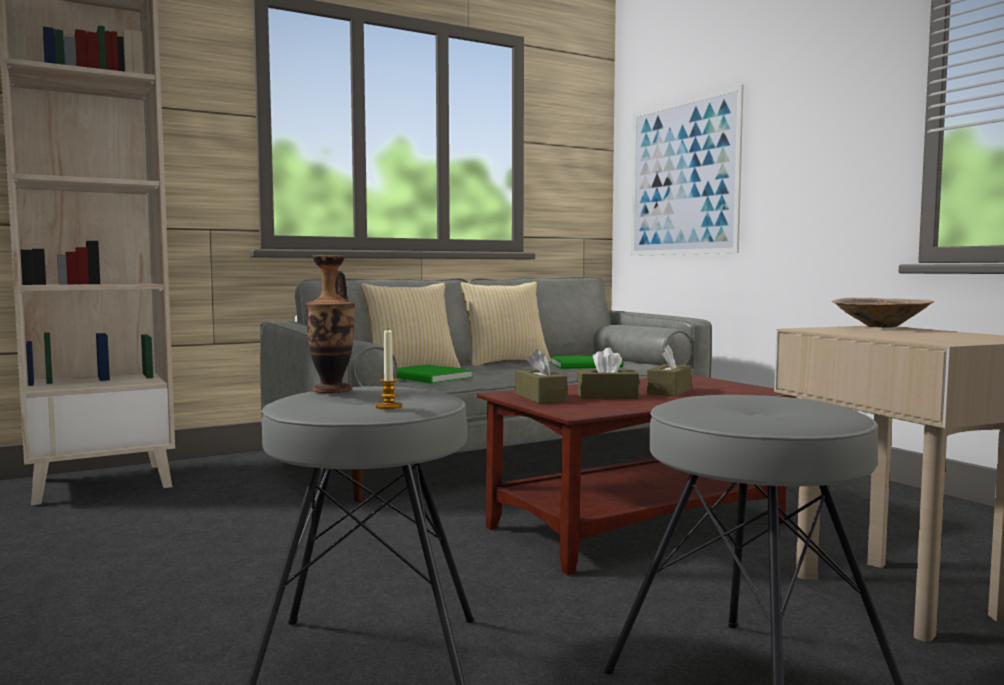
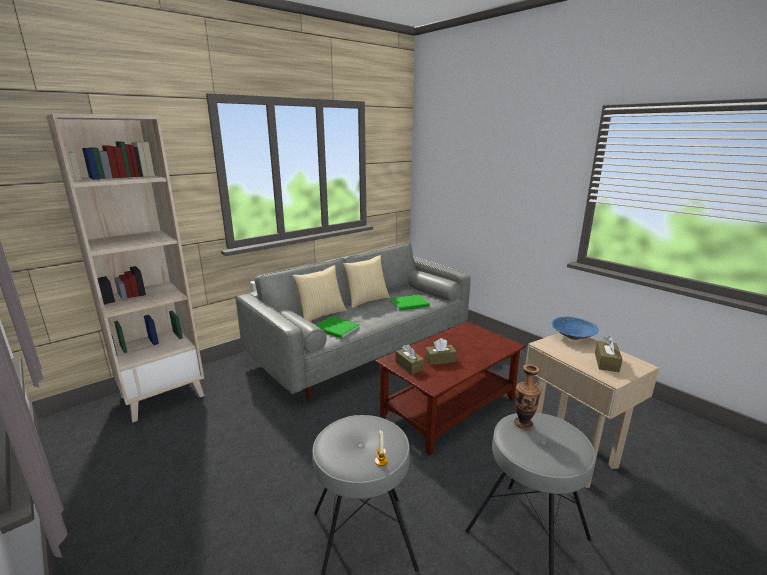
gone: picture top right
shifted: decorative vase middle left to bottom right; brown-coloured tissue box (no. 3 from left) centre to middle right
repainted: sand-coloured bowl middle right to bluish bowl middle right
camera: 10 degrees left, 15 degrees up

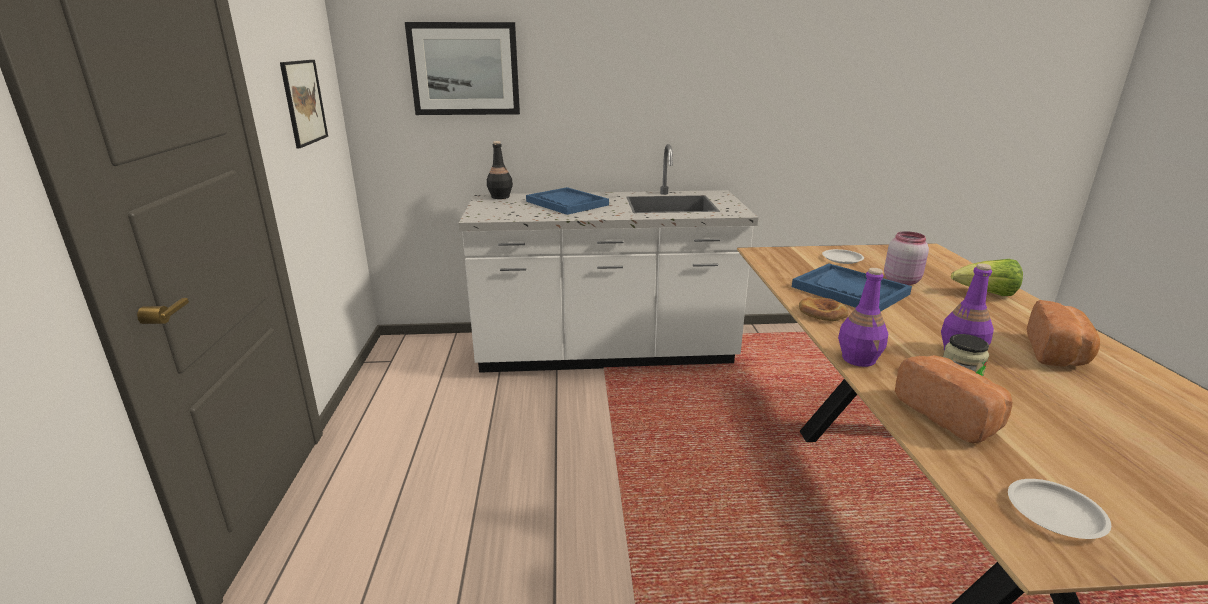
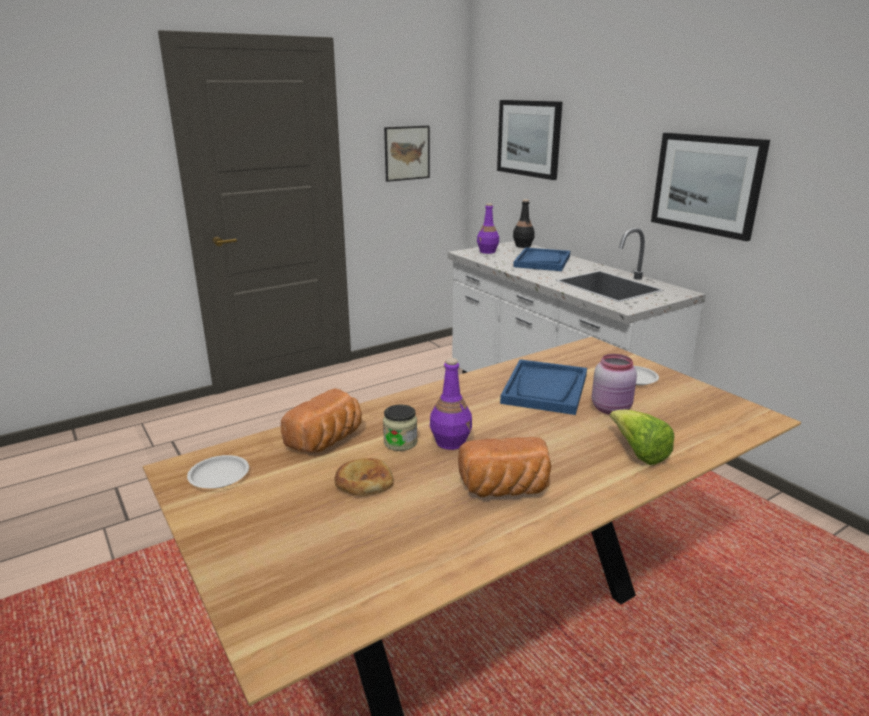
new: picture (no. 3 from left) top right
shifted: bread (no. 1 from left in the first image) middle right to bread (no. 2 from left) centre; purple-coloured bottle (no. 1 from left in the first image) middle right to purple-coloured bottle (no. 2 from left) top centre
camera: 60 degrees right, 0 degrees up

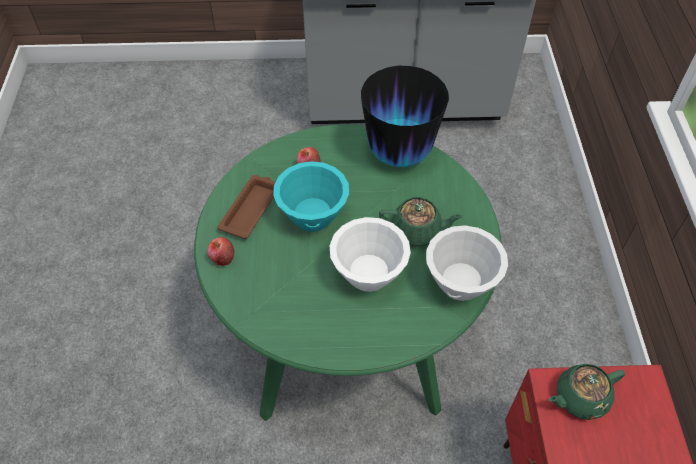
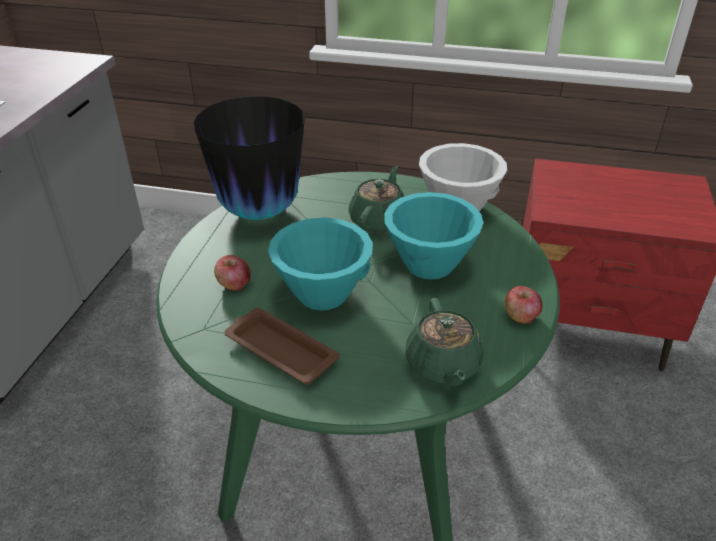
shifted: apple fruit (no. 1 from left in the first image) middle left to apple fruit (no. 2 from left) middle right; greenish teapot (no. 2 from left) bottom right to centre
repainted: white bowl (no. 1 from left) centre to turquoise bowl (no. 2 from left) centre
camera: 75 degrees left, 15 degrees down

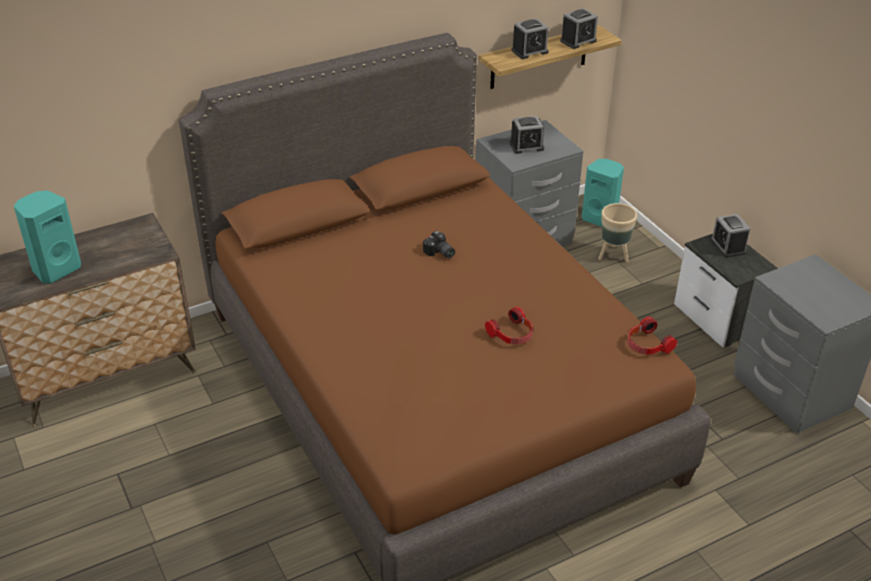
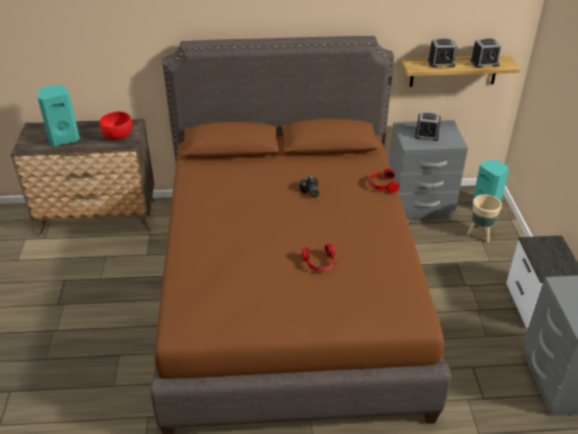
gone: alarm clock (no. 4 from left) middle right
new: red bowl top left
shifted: pair of headphones (no. 2 from left) middle right to centre
camera: 25 degrees right, 0 degrees up

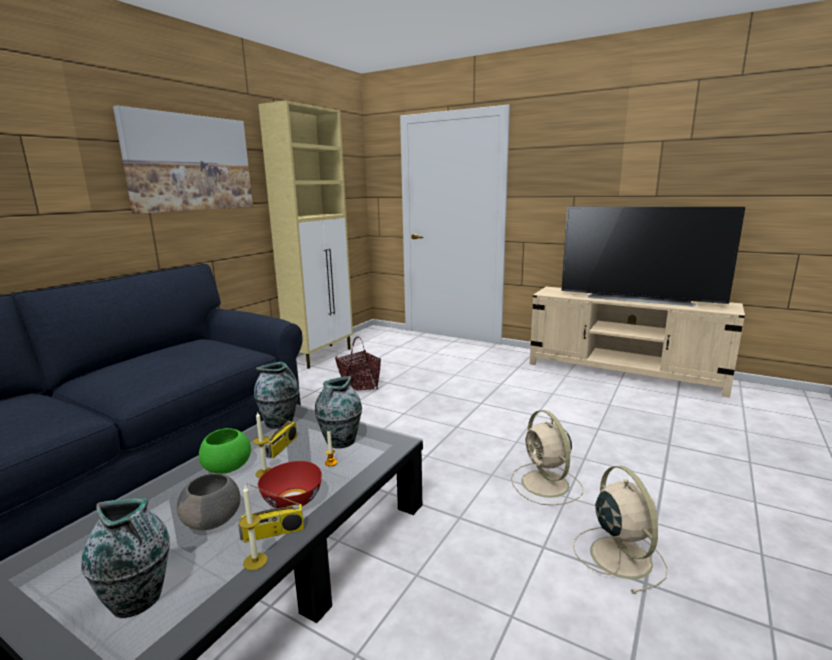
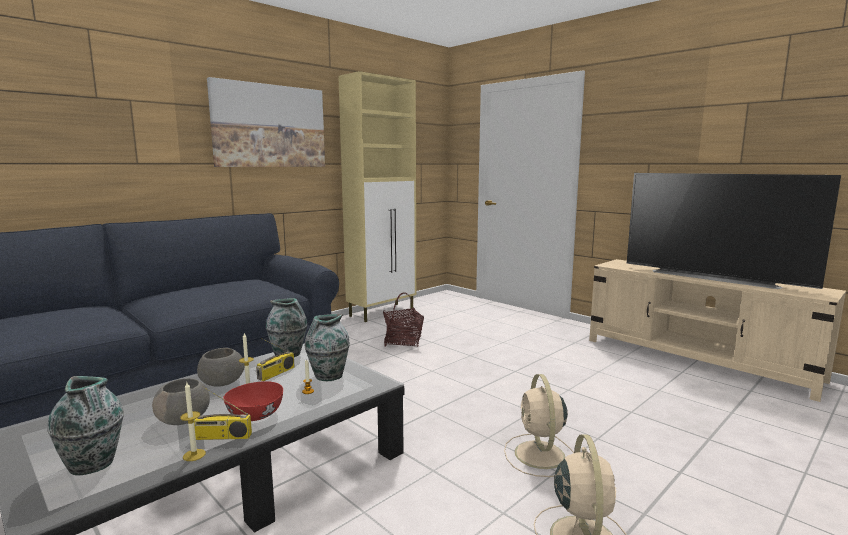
repainted: greenish bowl bottom left to gray bowl (no. 2 from left) bottom left
camera: 15 degrees right, 5 degrees down

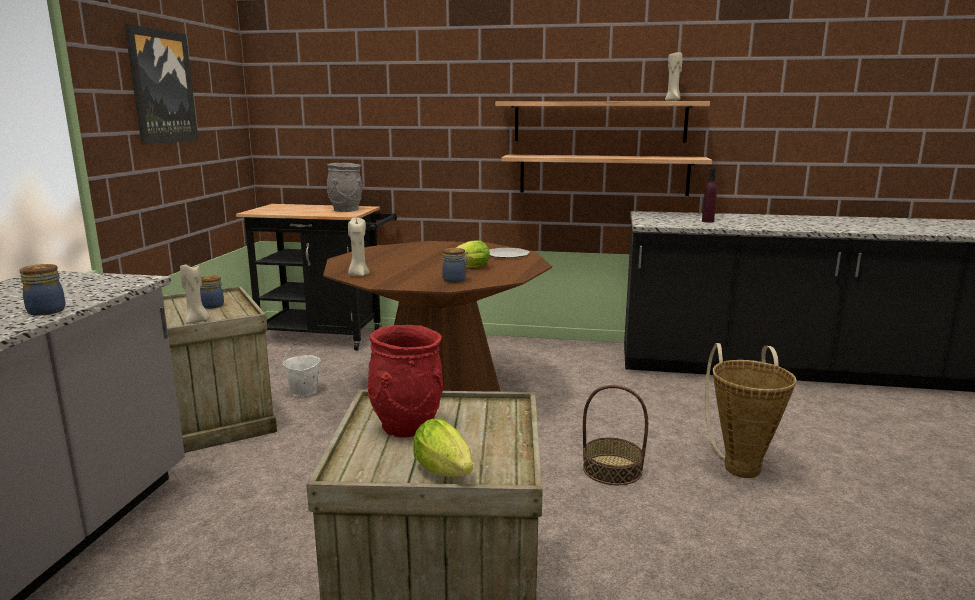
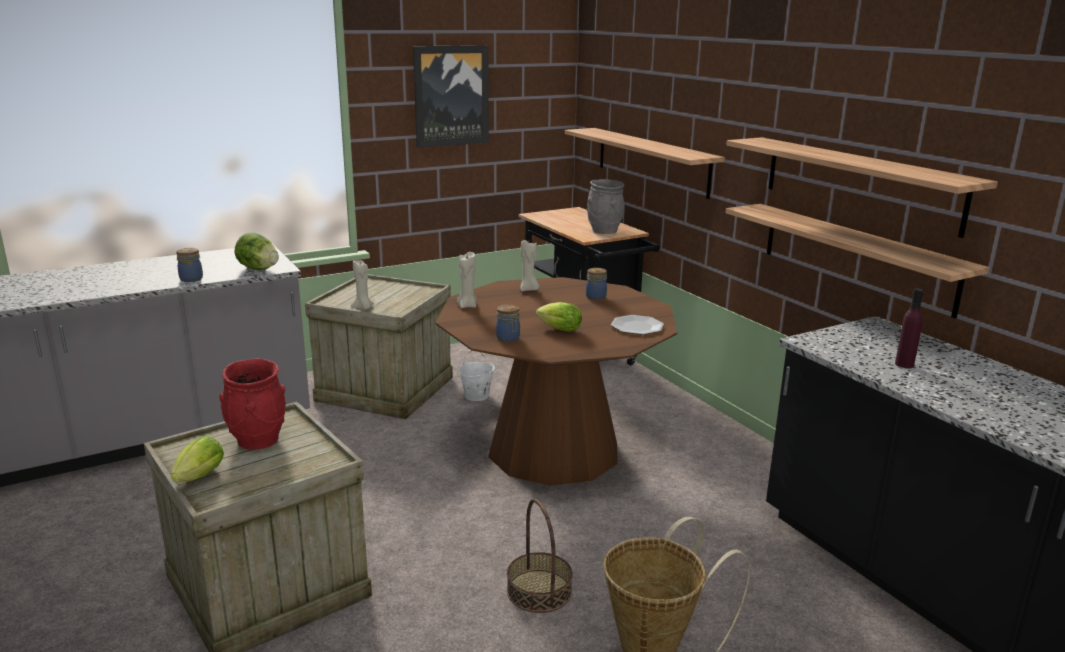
new: lettuce head (no. 2 from left) middle left; bracket shelf (no. 1 from left) top centre
shifted: jar (no. 2 from left in the first image) middle left to jar (no. 3 from left) centre; sand-coloured wax light (no. 3 from left) top right to centre
camera: 50 degrees right, 5 degrees up

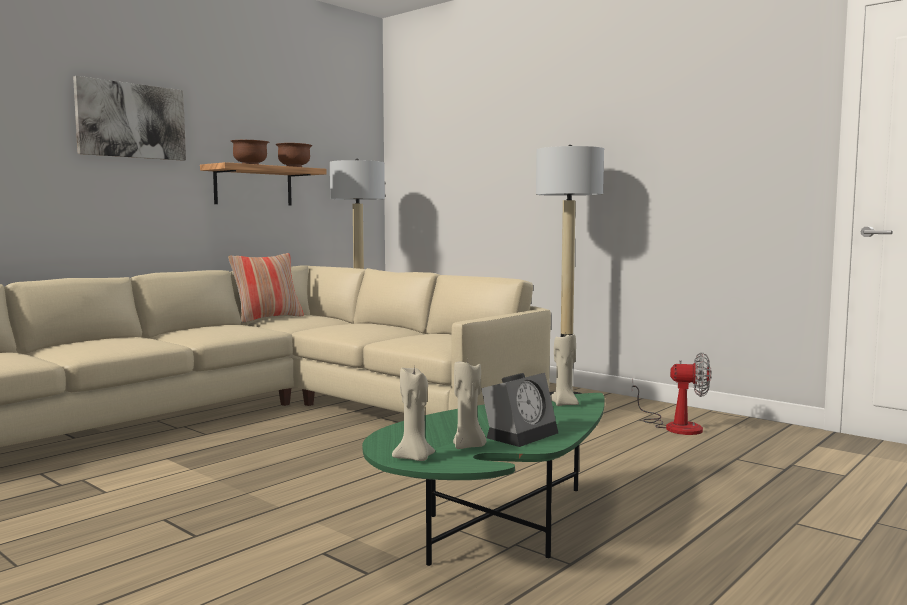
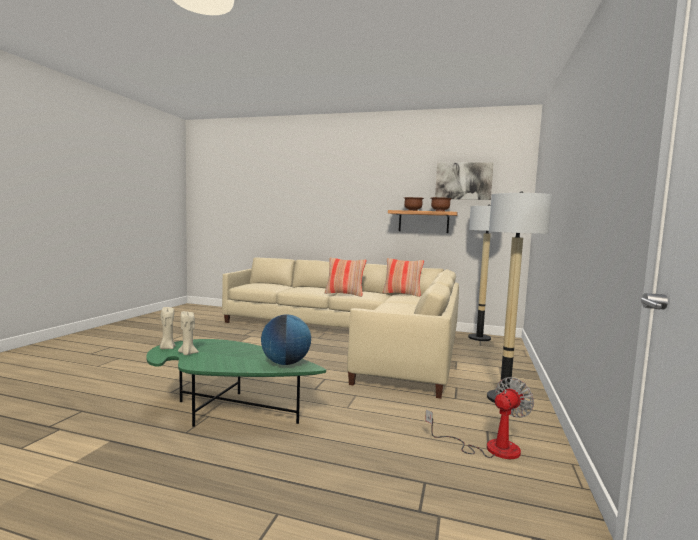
gone: alarm clock bottom centre
new: throw pillow (no. 1 from left) centre
shifted: picture top left to centre
swapped: sand-coloured wax light (no. 3 from left) centre to desk globe centre
rotated: fan middle right = bottom right 120 degrees counterclockwise
camera: 65 degrees right, 0 degrees up

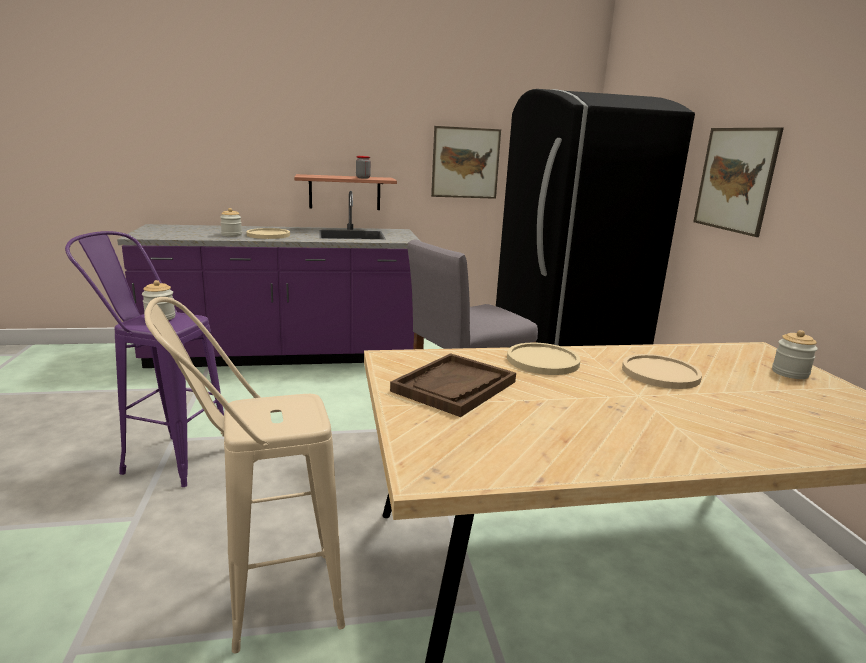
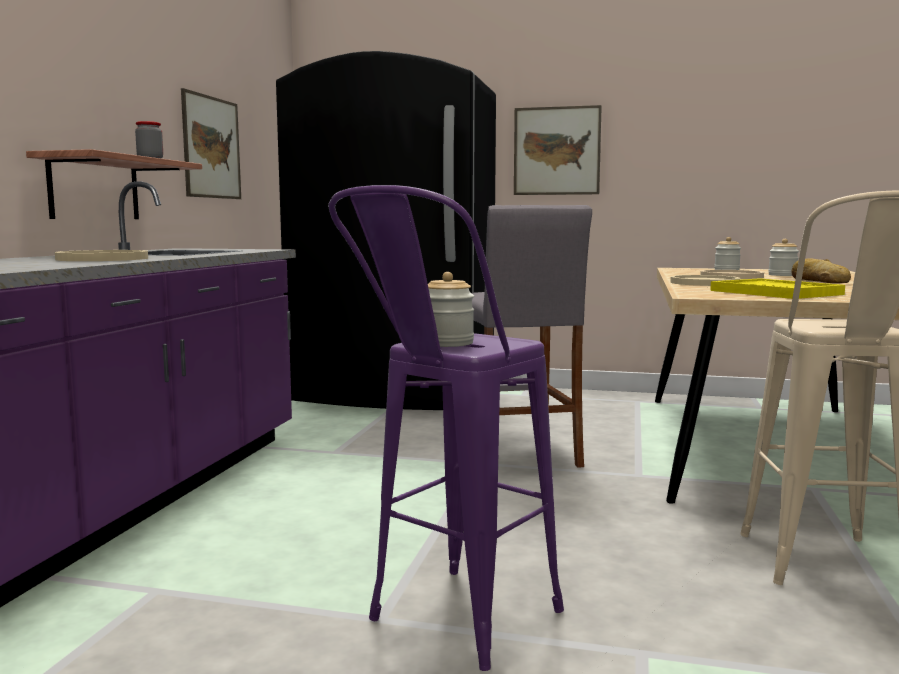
new: bread middle right
shifted: jar (no. 2 from left in the first image) middle left to jar (no. 4 from left) middle right
repainted: brown-coloured serving tray centre to yellowish serving tray middle right
camera: 65 degrees left, 10 degrees down

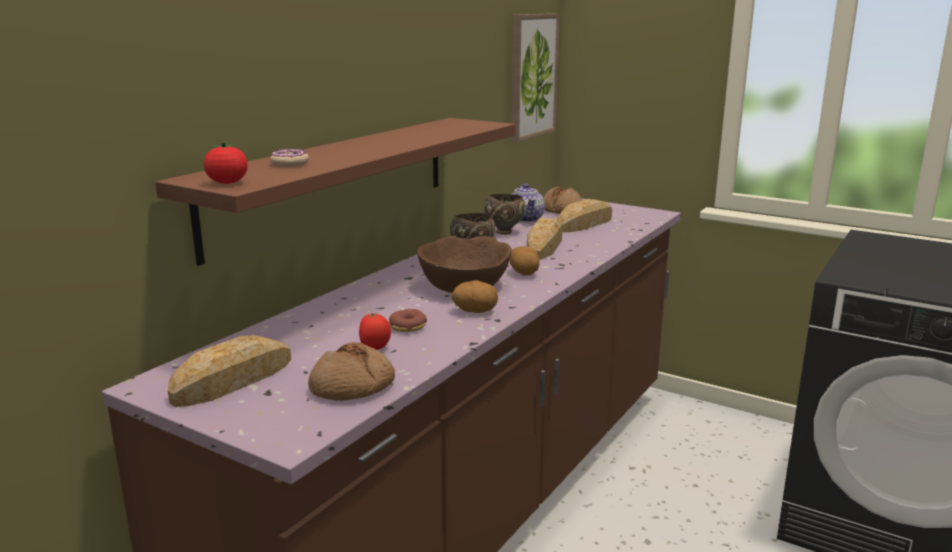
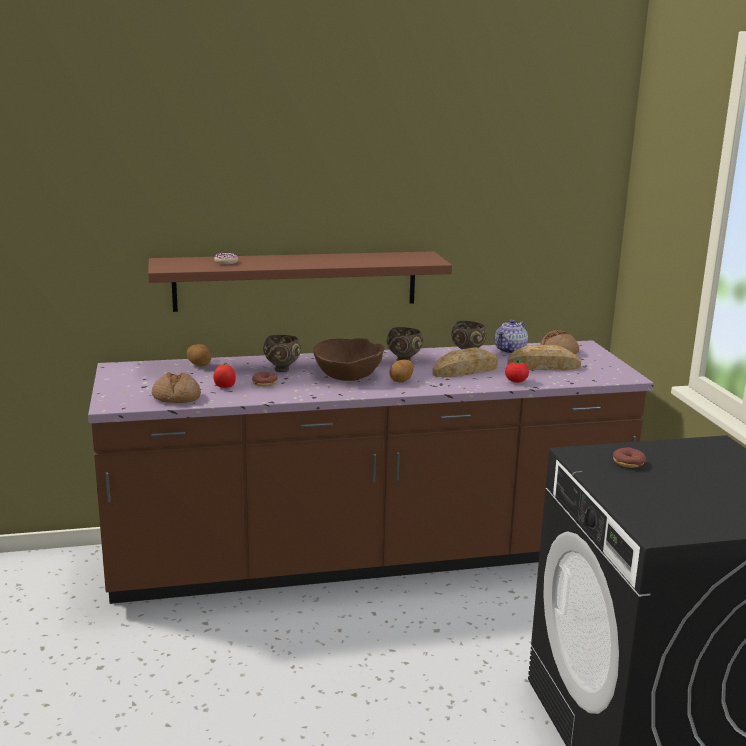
gone: bread (no. 1 from left) bottom left; picture top centre
new: brown-coloured bowl (no. 1 from left) centre; donut (no. 3 from left) middle right
shifted: fresh tomato (no. 1 from left in the first image) top left to fresh tomato (no. 2 from left) middle right; potato (no. 1 from left) centre to middle left
camera: 45 degrees right, 0 degrees up

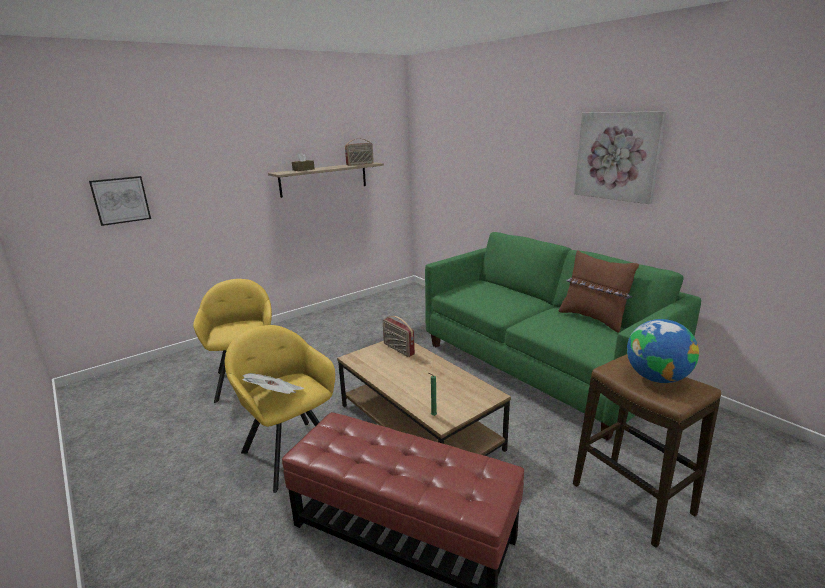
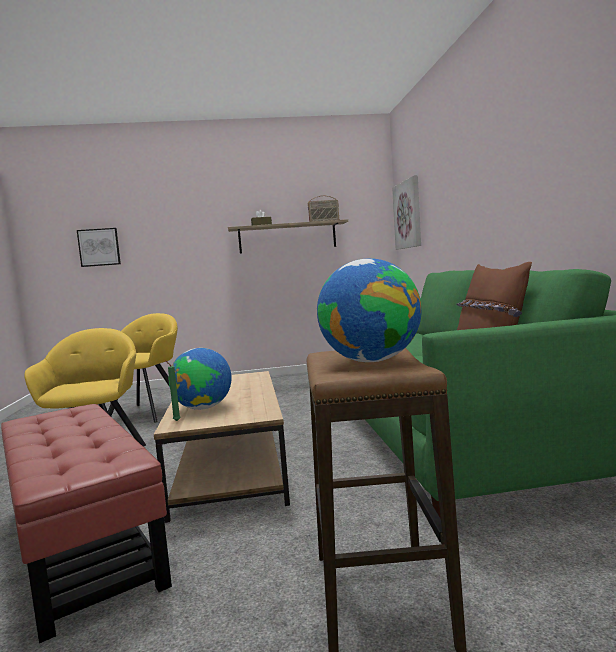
gone: newspaper middle left; radio (no. 2 from left) centre
new: desk globe (no. 1 from left) middle left
shifted: picture (no. 2 from left) top right to top centre
camera: 30 degrees right, 15 degrees down

